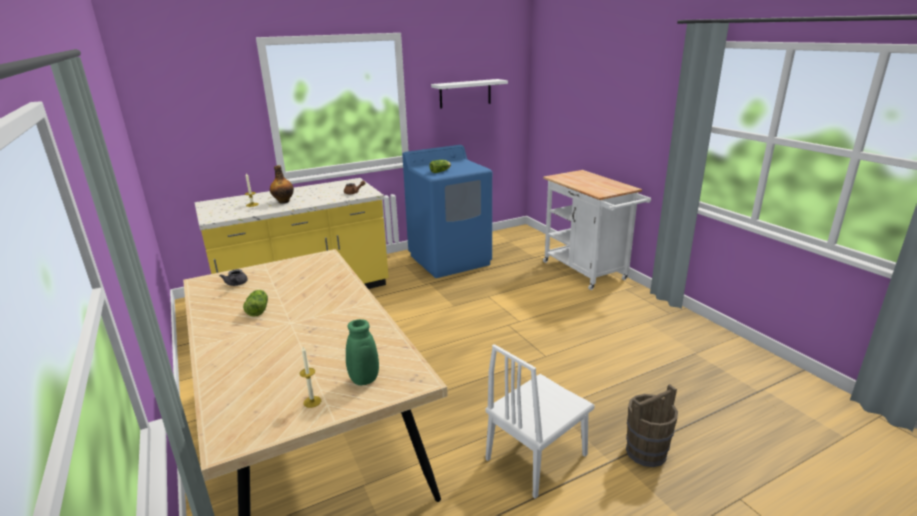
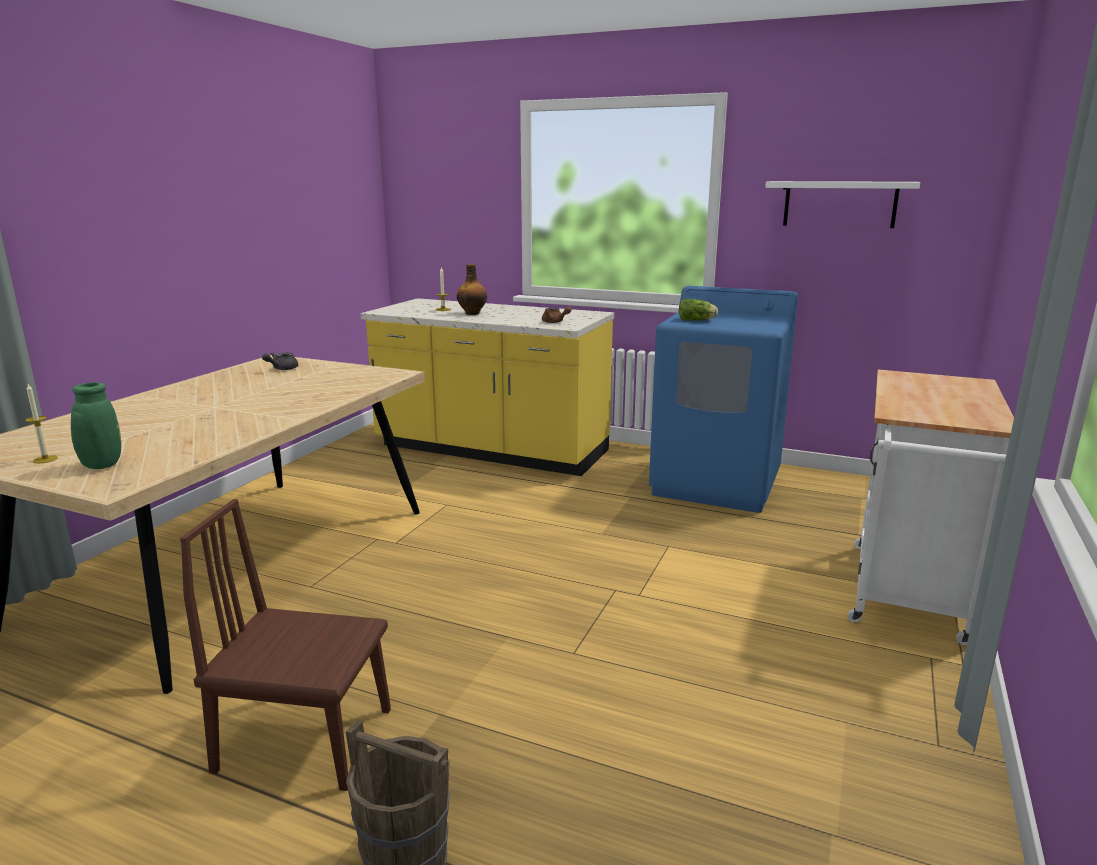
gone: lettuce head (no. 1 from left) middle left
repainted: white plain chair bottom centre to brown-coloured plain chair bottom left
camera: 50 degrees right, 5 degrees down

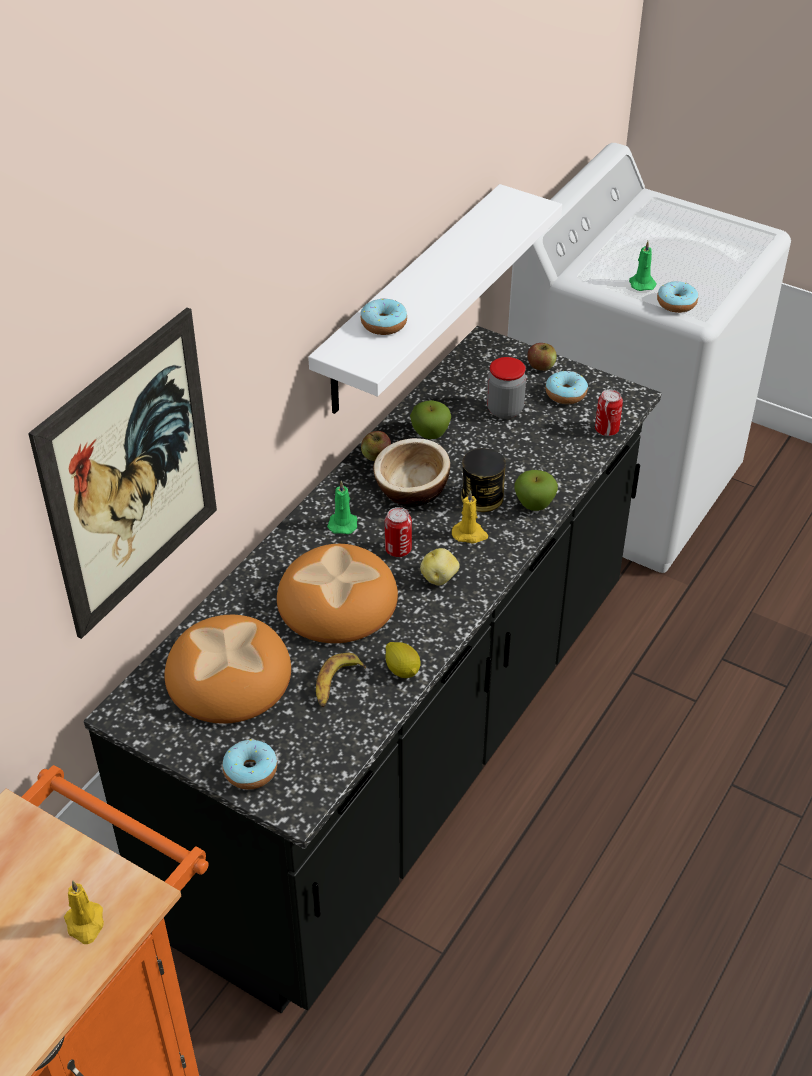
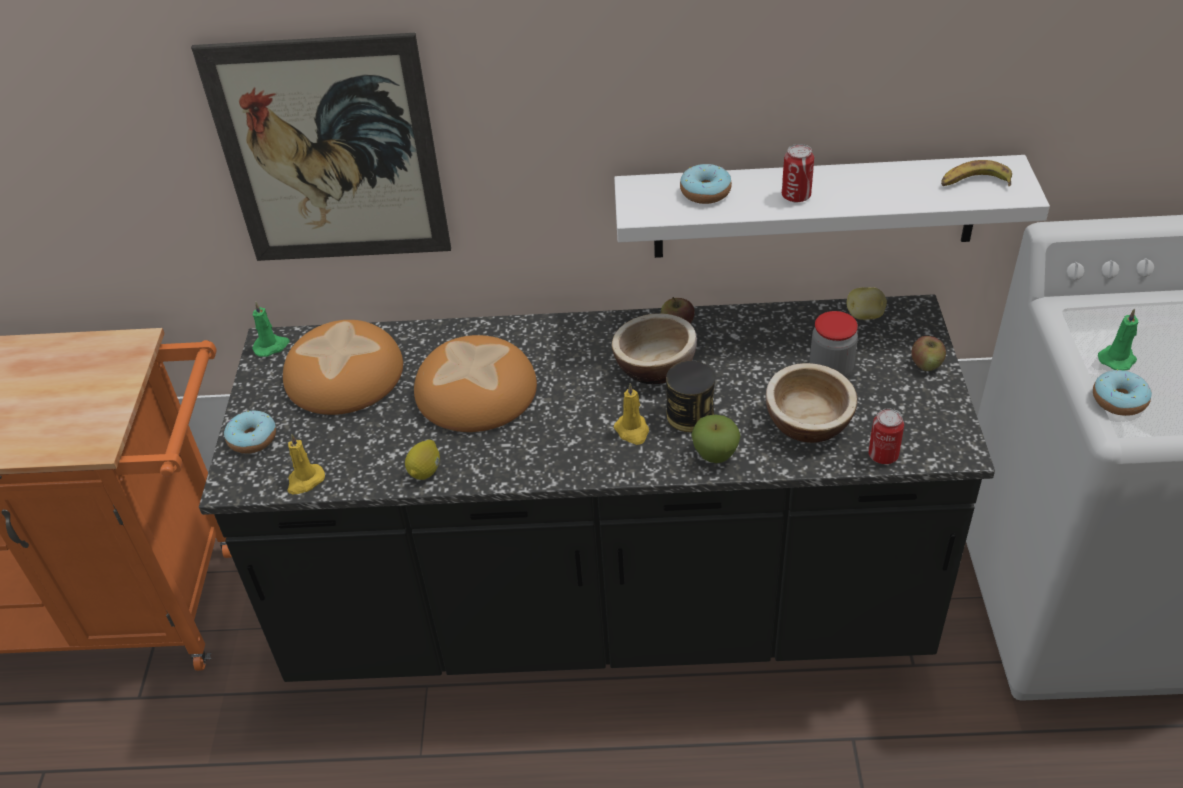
gone: apple fruit (no. 2 from left) centre; donut (no. 3 from left) middle right
new: bowl (no. 2 from left) middle right
shifted: yellowish wax light (no. 1 from left) bottom left to middle left; banana centre to top right; greenish wax light (no. 1 from left) centre to middle left; can (no. 1 from left in the first image) centre to can (no. 2 from left) top right; potato centre to middle right
camera: 60 degrees right, 0 degrees up

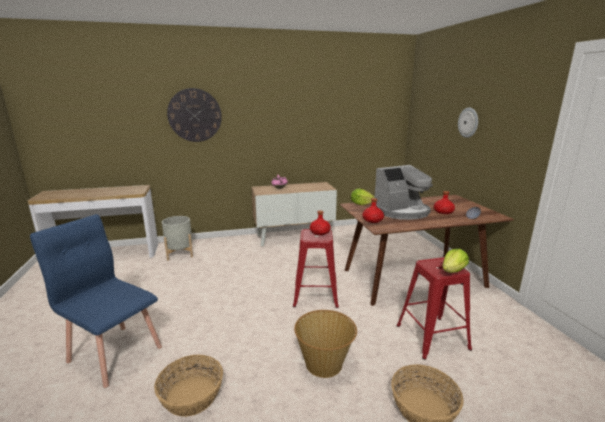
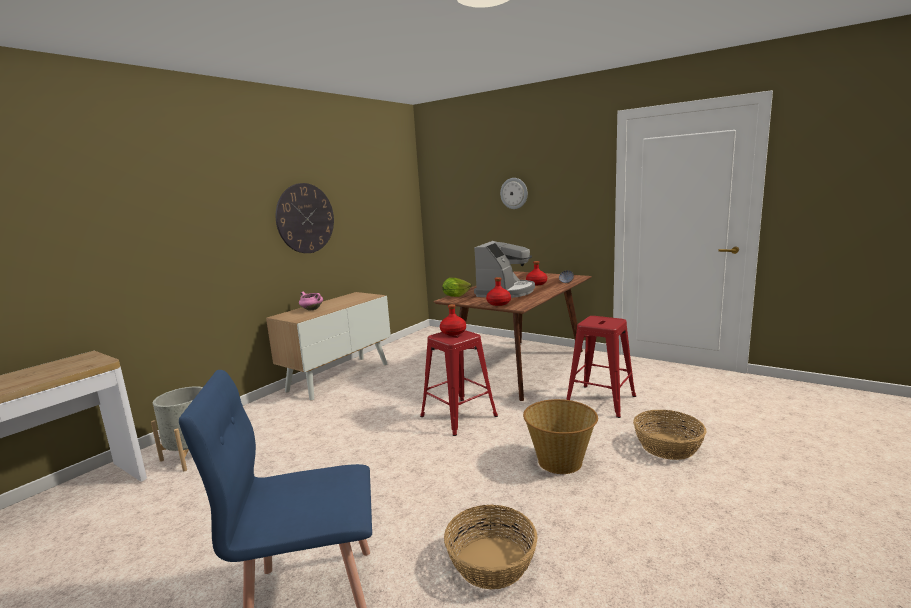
gone: lettuce head (no. 2 from left) middle right
shifted: hanging clock (no. 1 from left) top left to centre
camera: 40 degrees left, 5 degrees down

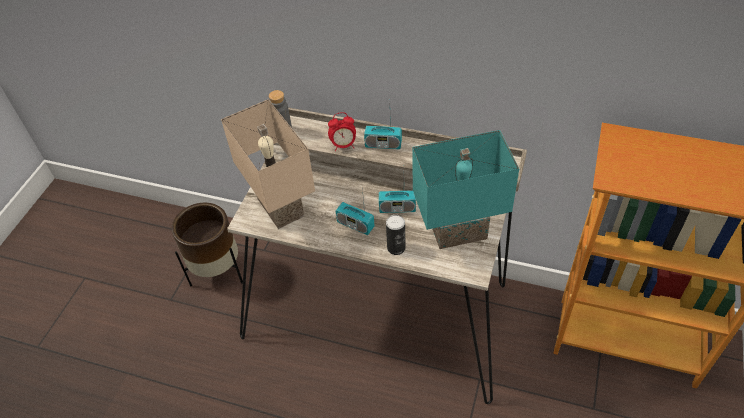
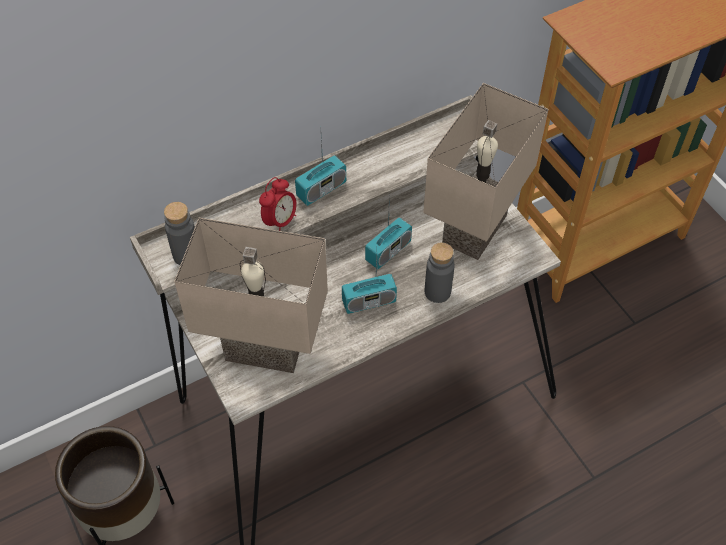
swapped: can centre to gray bottle (no. 2 from left) centre
repainted: turquoise tabletop lamp centre to sand-coloured tabletop lamp (no. 2 from left) top right
camera: 50 degrees left, 5 degrees up

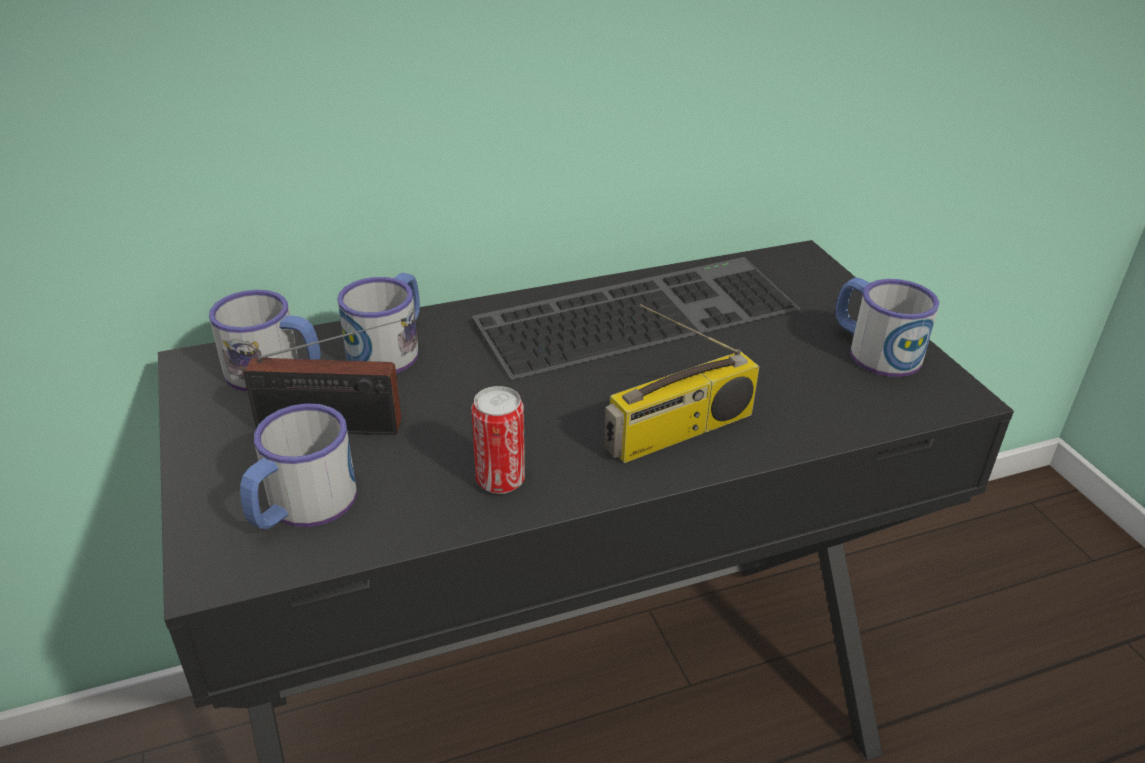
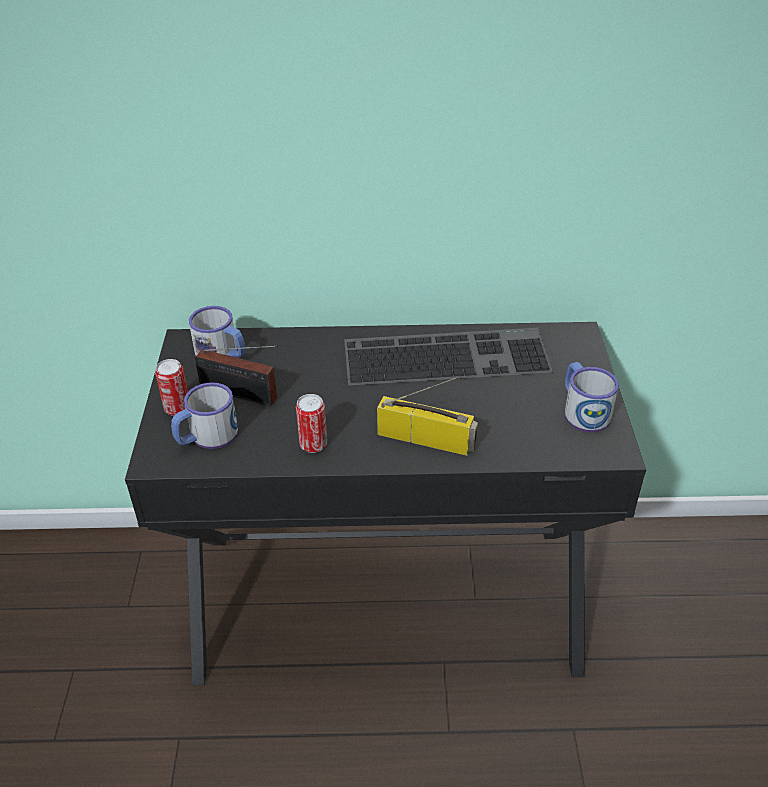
gone: tea mug (no. 3 from left) middle left
new: can (no. 1 from left) middle left
rotated: radio (no. 2 from left) centre = centre 150 degrees counterclockwise
camera: 20 degrees right, 5 degrees up

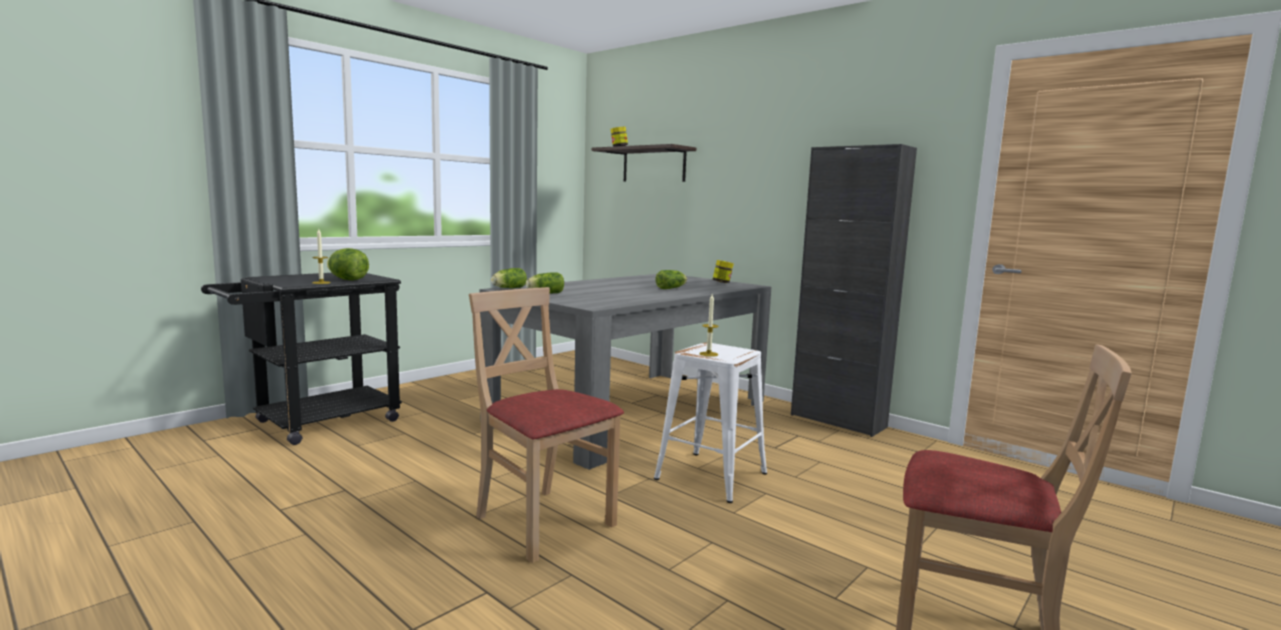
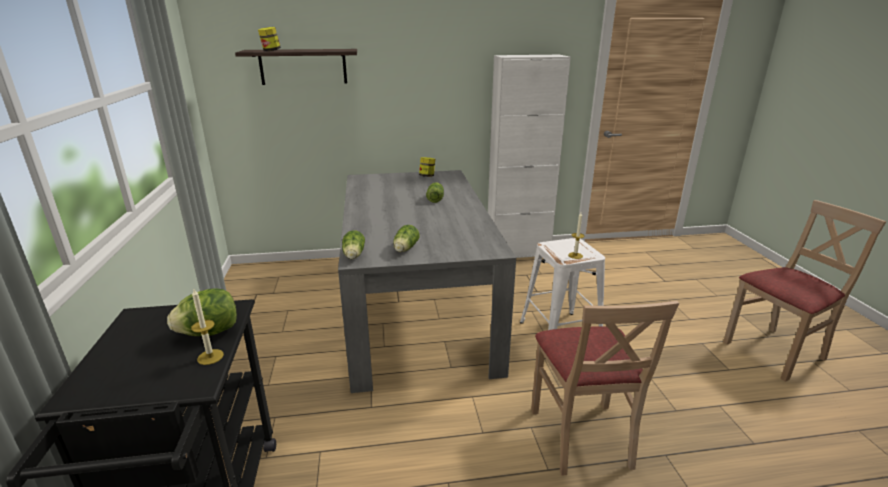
repainted: black-coloured cabinet middle right to white cabinet top centre
rotated: sand-coloured plain chair (no. 1 from left) bottom centre = bottom right 90 degrees counterclockwise
camera: 50 degrees left, 15 degrees up

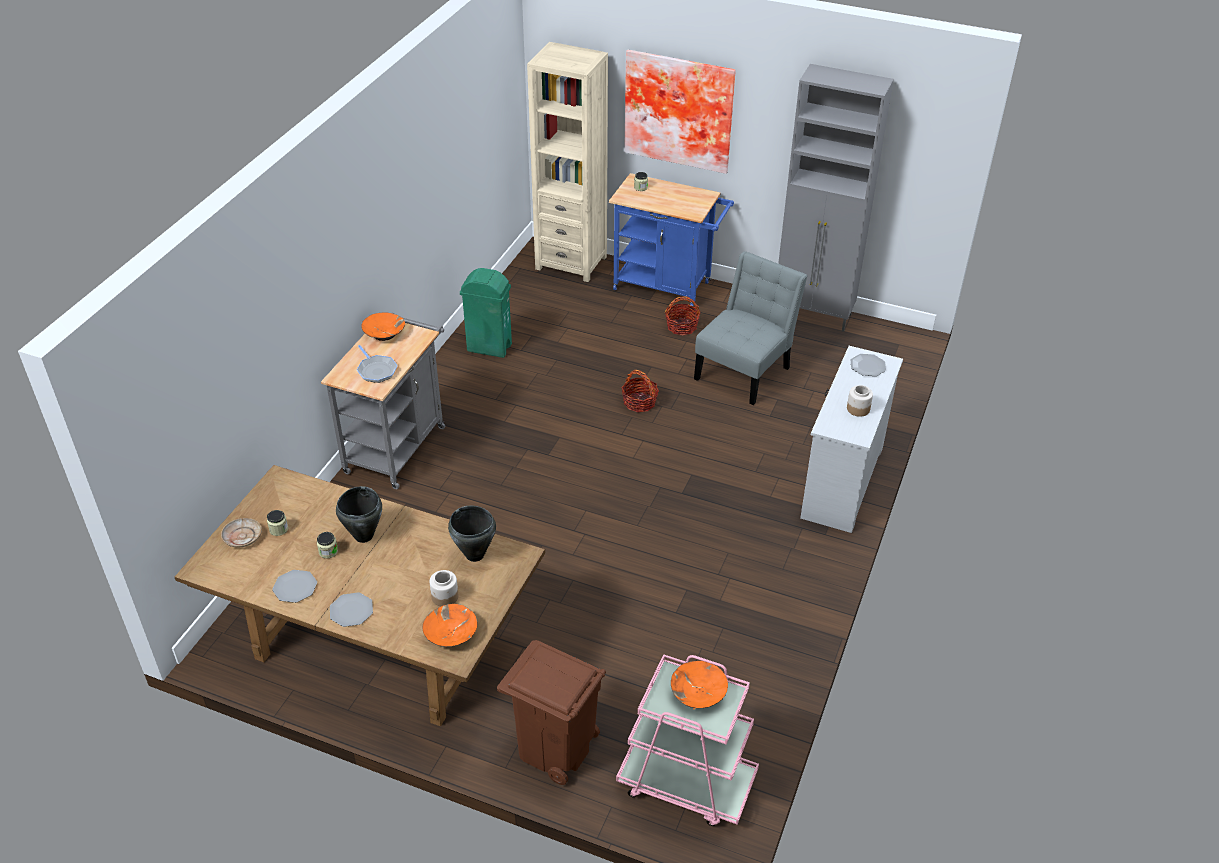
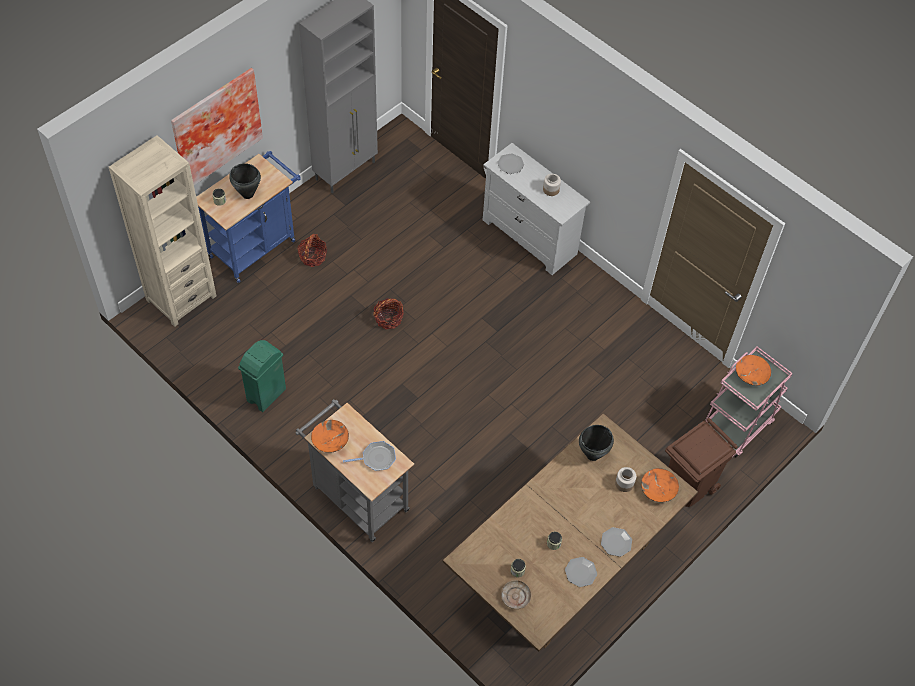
gone: gray plain chair centre
shifted: black-coloured stockpot (no. 1 from left) middle left to top left
camera: 70 degrees left, 15 degrees up

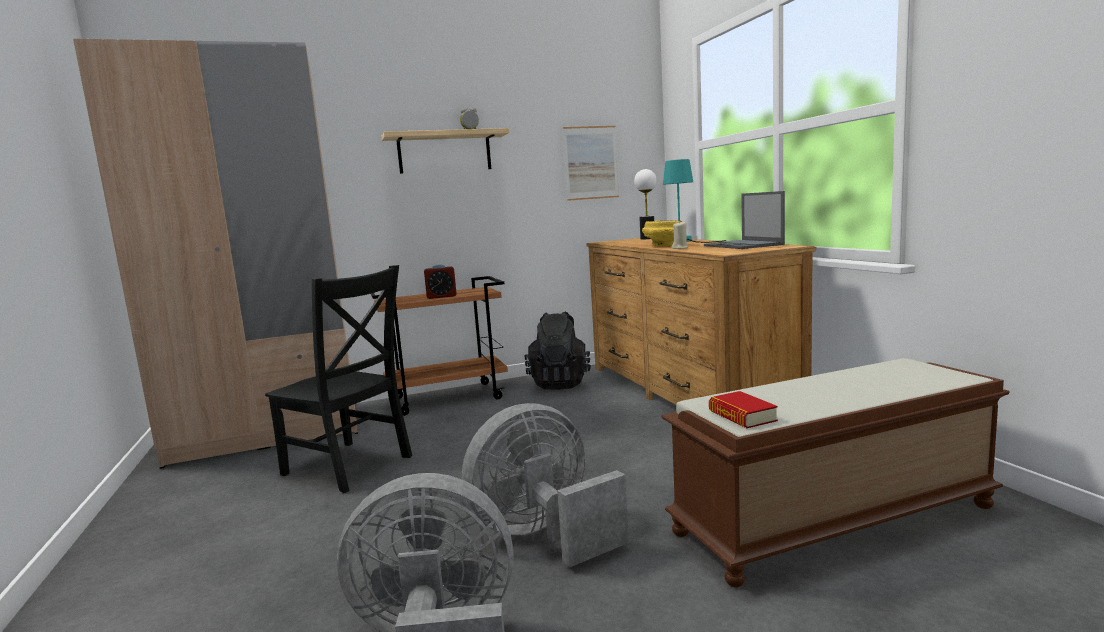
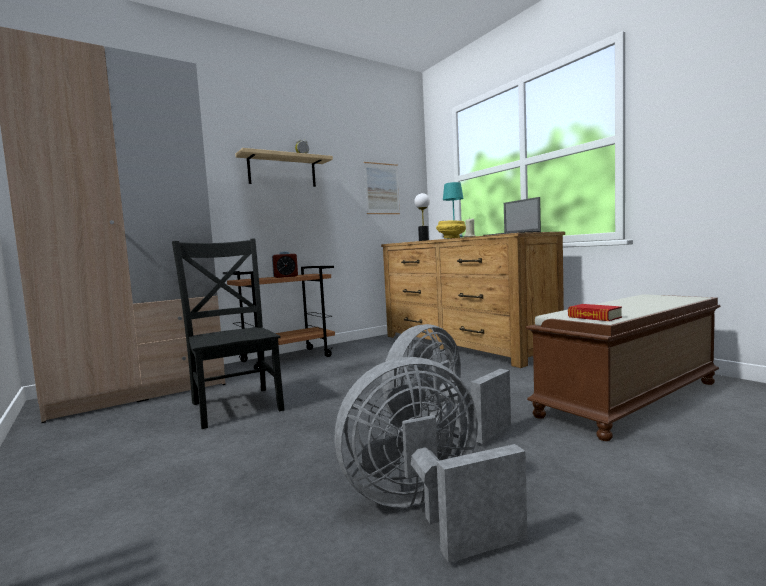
gone: black-coloured knapsack centre
rotated: black-coloured plain chair middle left = middle left 135 degrees counterclockwise
camera: 15 degrees left, 5 degrees down

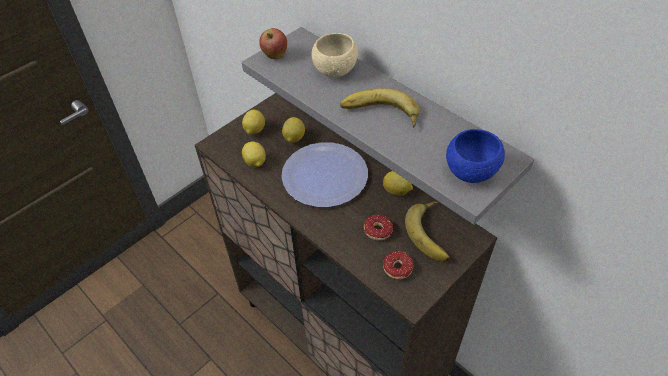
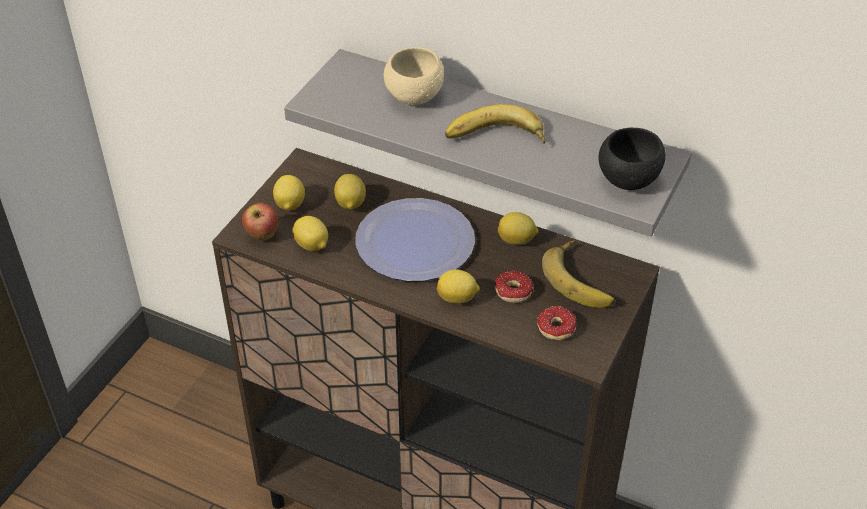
new: whole lemon (no. 4 from left) centre
shifted: apple fruit top centre to middle left
repainted: bluish bowl middle right to black-coloured bowl top right
camera: 20 degrees left, 5 degrees down

